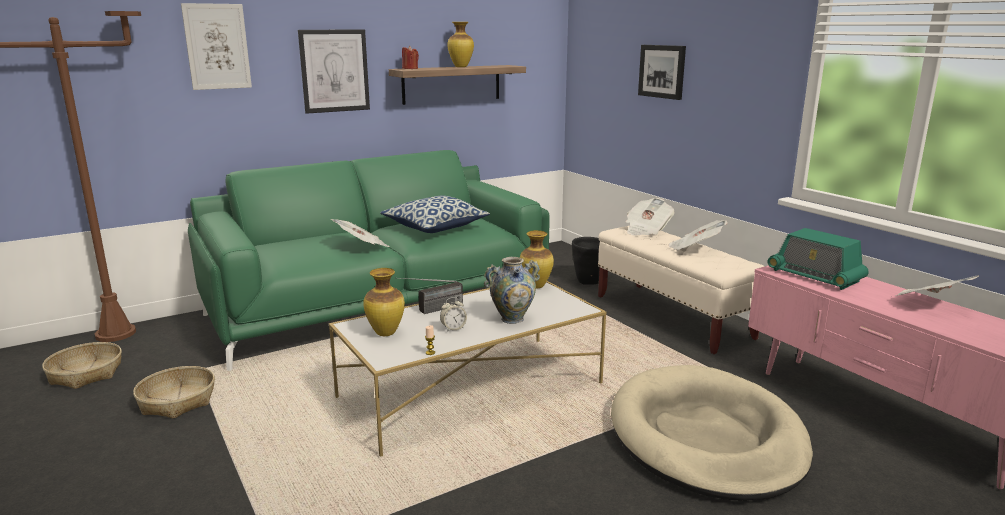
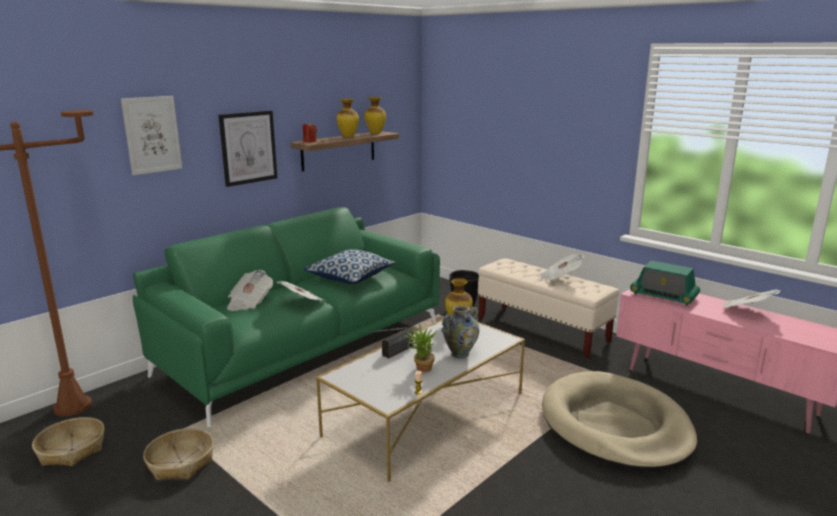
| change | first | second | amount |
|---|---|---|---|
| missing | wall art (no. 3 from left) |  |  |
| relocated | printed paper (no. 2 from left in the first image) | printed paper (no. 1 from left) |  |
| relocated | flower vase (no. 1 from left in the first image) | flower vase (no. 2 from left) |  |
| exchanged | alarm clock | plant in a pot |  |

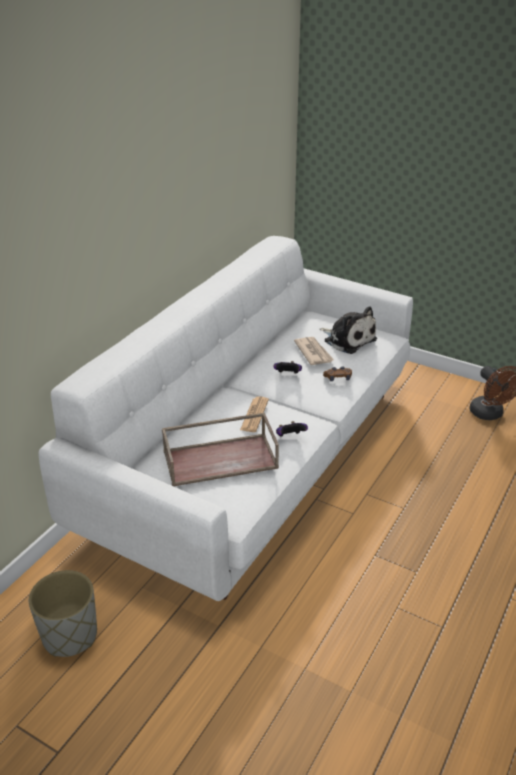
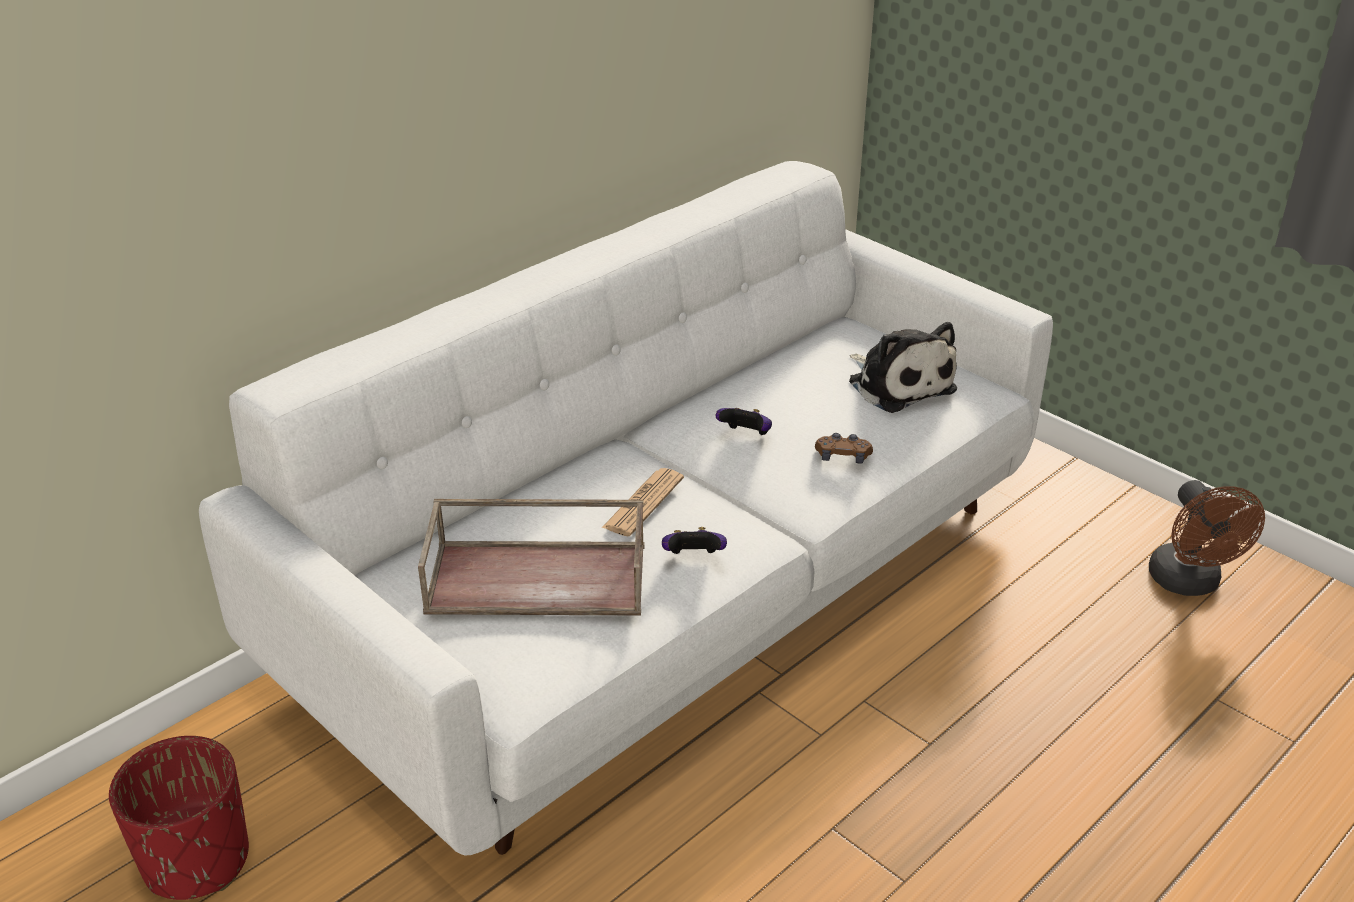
| change | first | second | amount |
|---|---|---|---|
| missing | printed paper (no. 2 from left) |  |  |
| colour | flower pot (grey) | flower pot (red) |  |

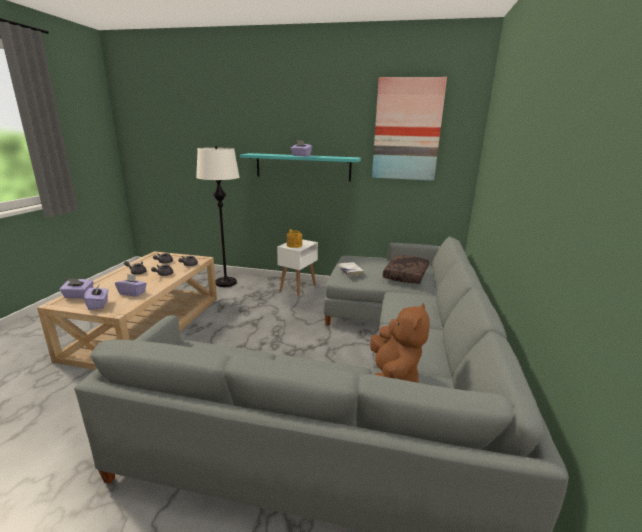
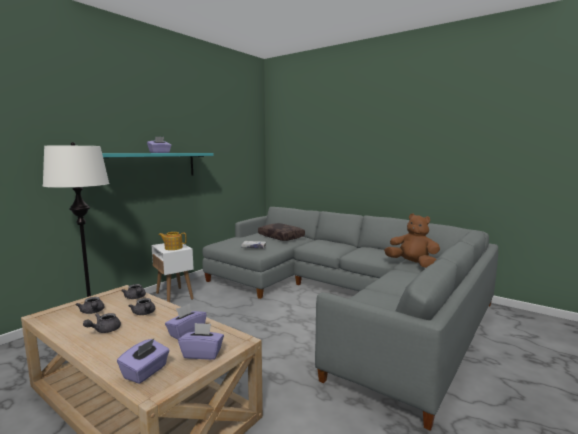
| change | first | second | amount |
|---|---|---|---|
| missing | wall art |  |  |

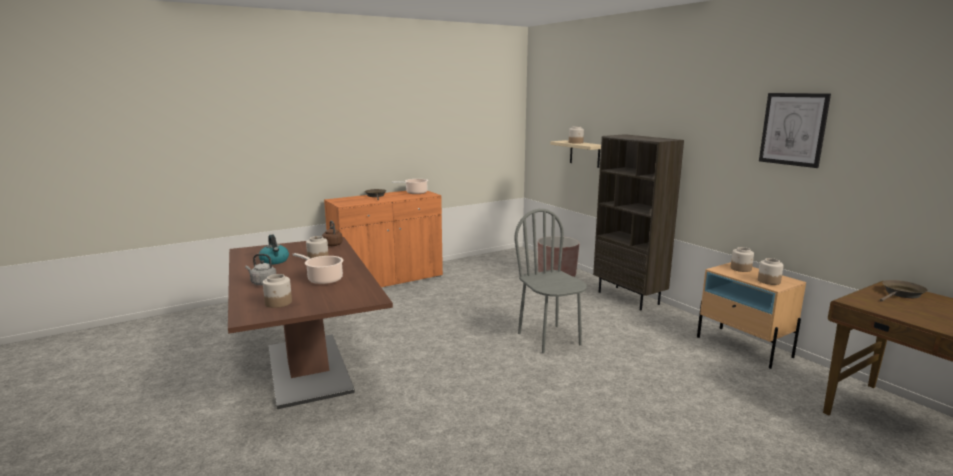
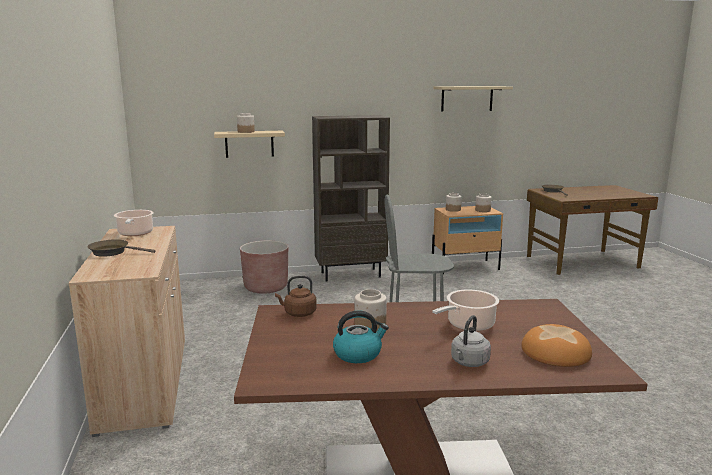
| change | first | second | amount |
|---|---|---|---|
| exchanged | wall art | bracket shelf (sand-coloured) (no. 2 from left) |  |
| colour | cupboard (orange-coloured) | cupboard (sand-coloured) |  |
| exchanged | storage jar (no. 1 from left) | bread |  |

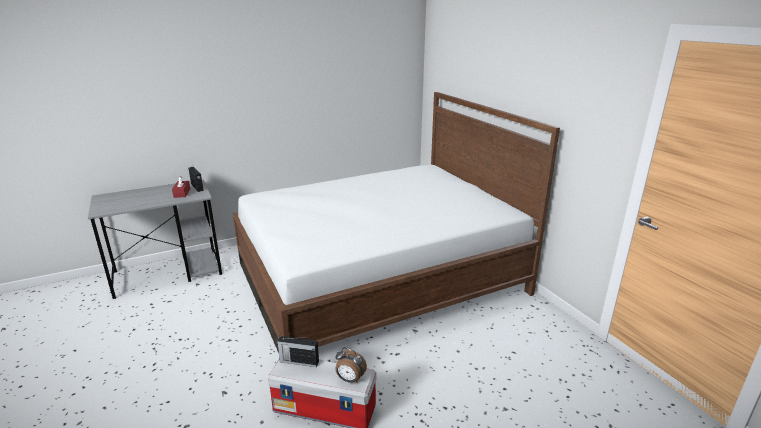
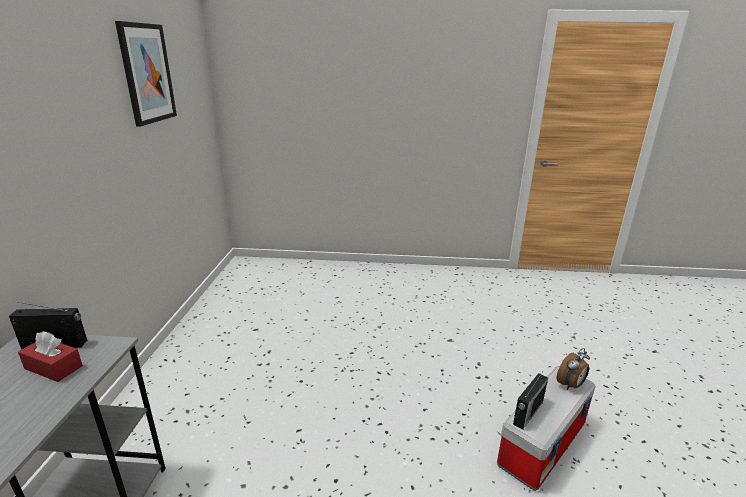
| change | first | second | amount |
|---|---|---|---|
| missing | sleeping bed |  |  |
| appeared |  | wall art |  |

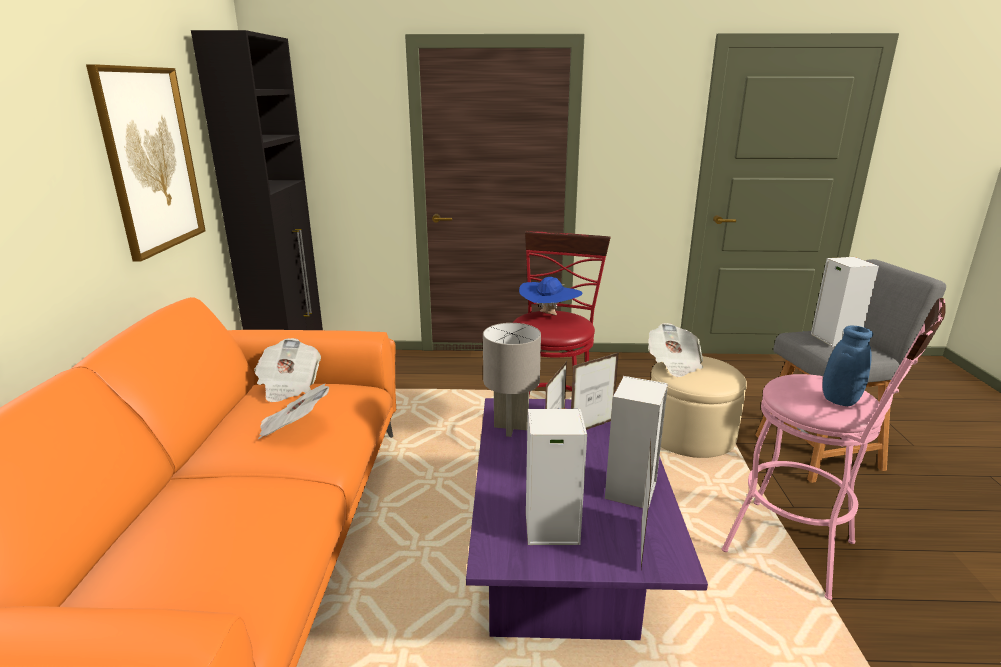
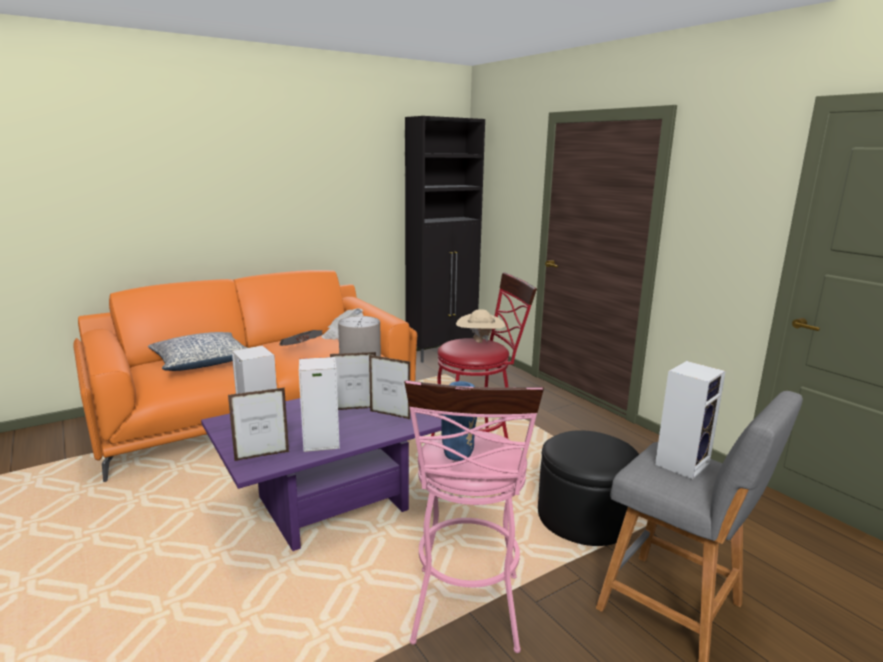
| change | first | second | amount |
|---|---|---|---|
| missing | wall art |  |  |
| colour | clothing hat (bluish) | clothing hat (sand-coloured) |  |
| missing | printed paper (no. 3 from left) |  |  |
| colour | pouffe (sand-coloured) | pouffe (black-coloured) |  |
| appeared |  | pillow |  |

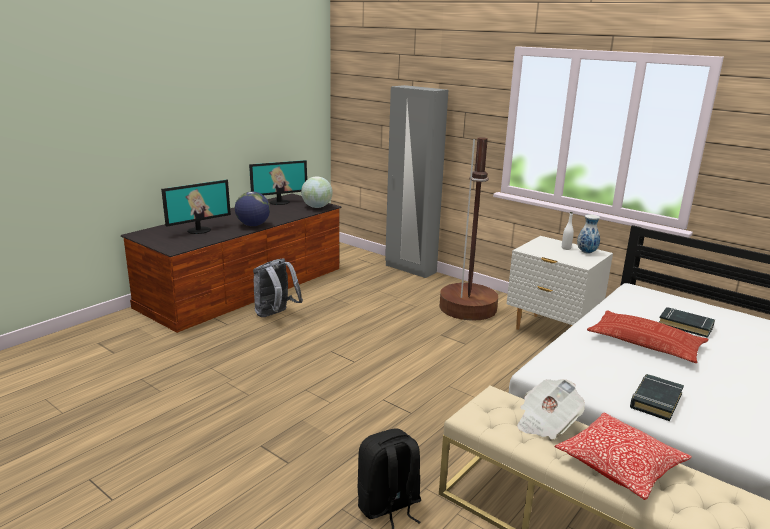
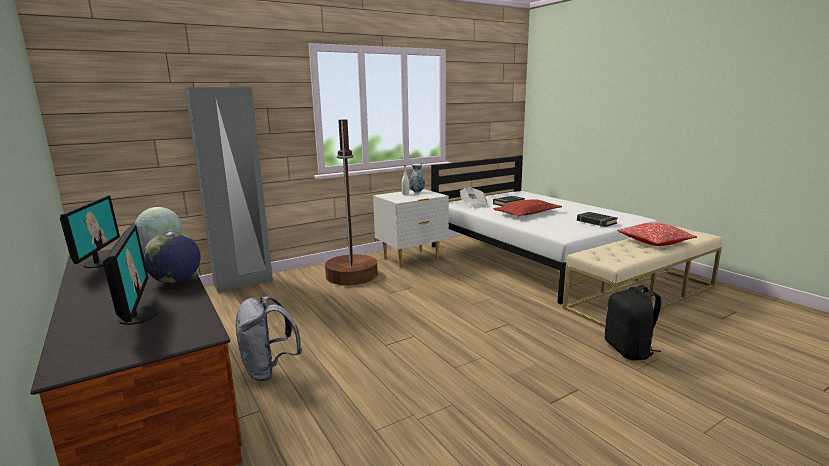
| change | first | second | amount |
|---|---|---|---|
| relocated | printed paper |  |  |

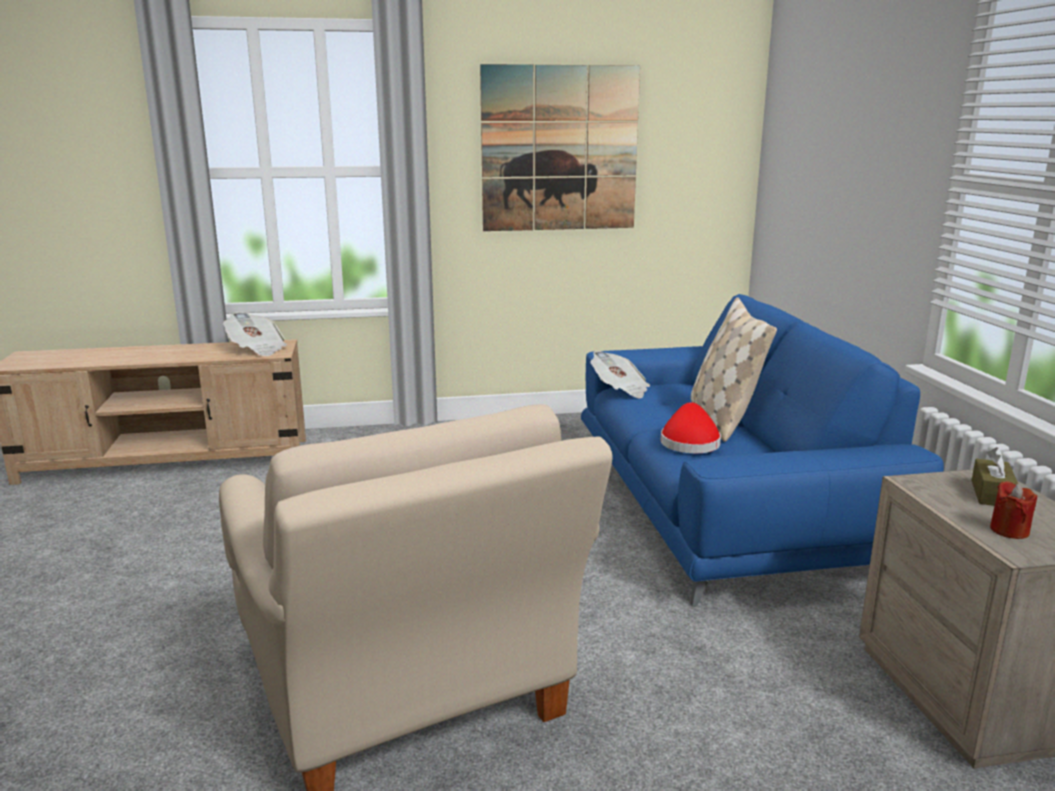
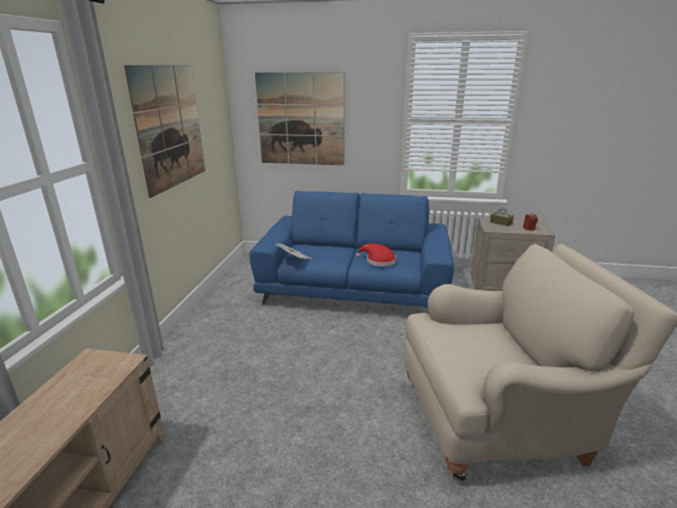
| change | first | second | amount |
|---|---|---|---|
| missing | pillow (sand-coloured) |  |  |
| missing | printed paper (no. 1 from left) |  |  |
| appeared |  | wall art (no. 2 from left) |  |

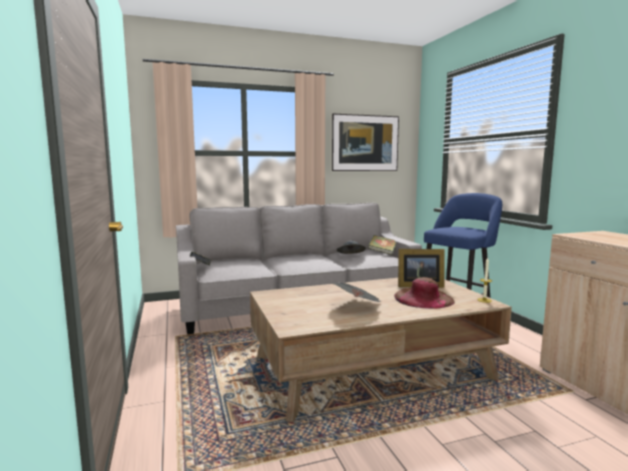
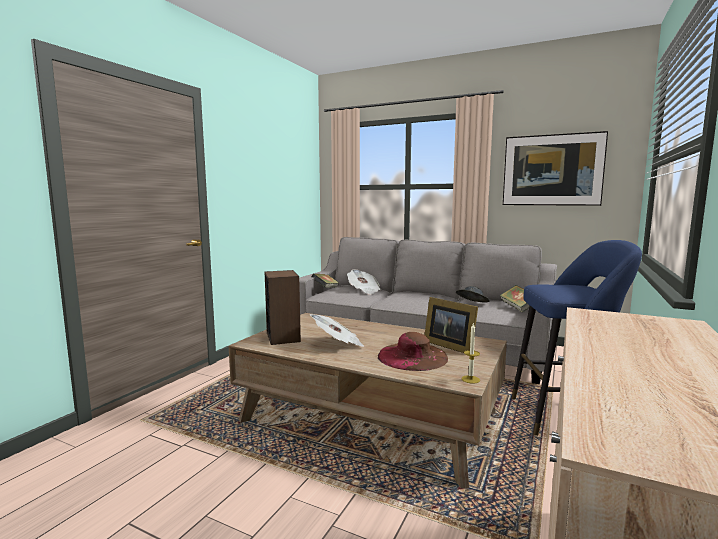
| change | first | second | amount |
|---|---|---|---|
| appeared |  | printed paper (no. 2 from left) |  |
| appeared |  | speaker |  |

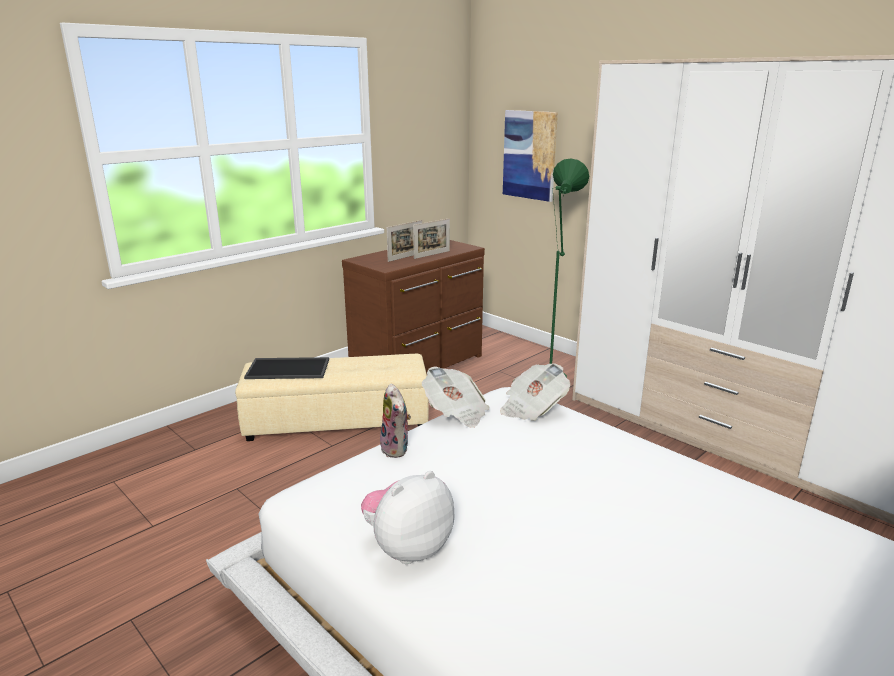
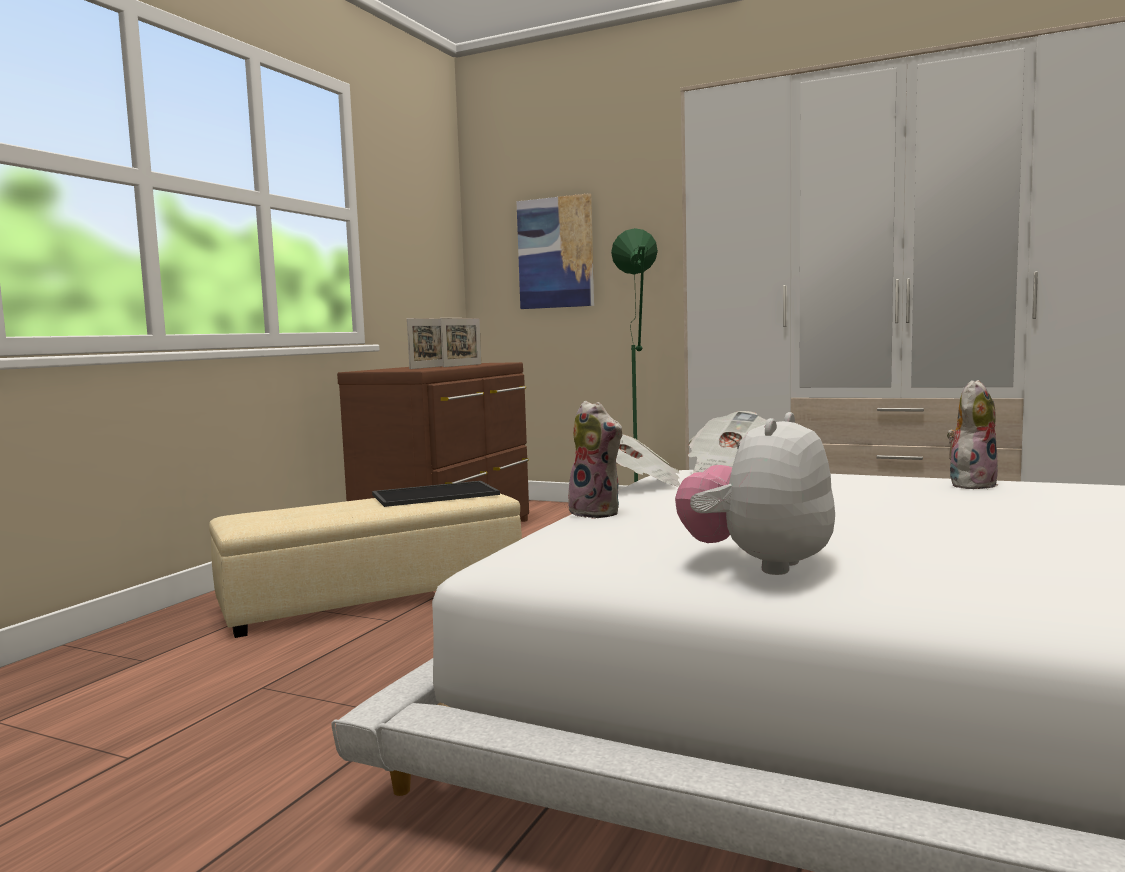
| change | first | second | amount |
|---|---|---|---|
| relocated | tray |  |  |
| appeared |  | cuddly toy (no. 3 from left) |  |

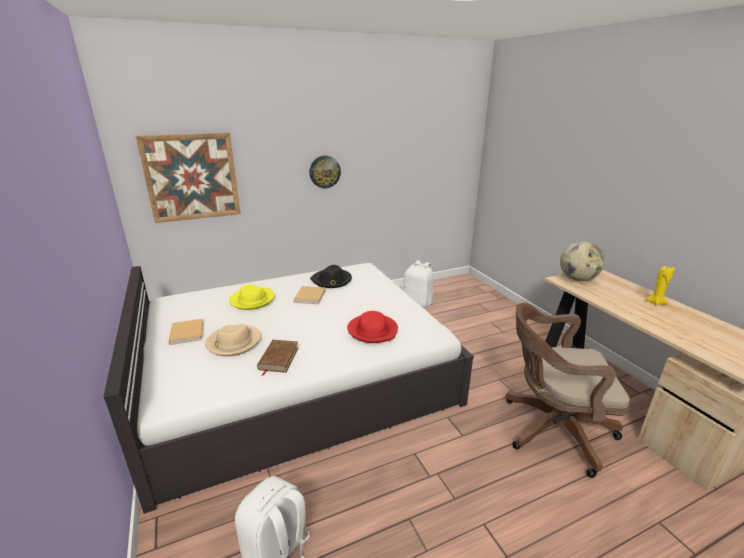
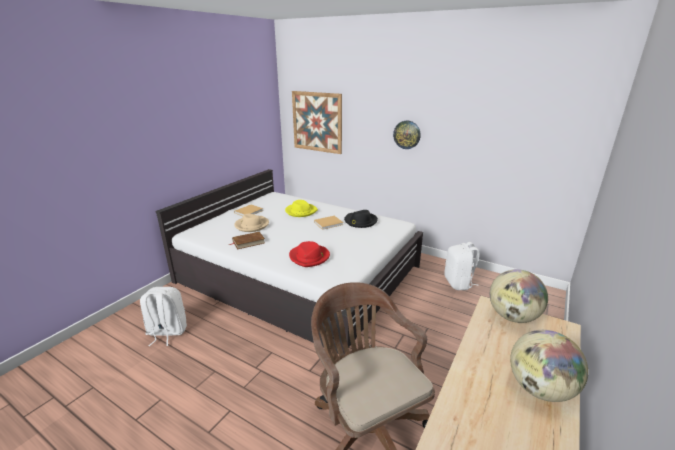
| change | first | second | amount |
|---|---|---|---|
| exchanged | wax light (yellow) | globe (no. 2 from left) |  |

